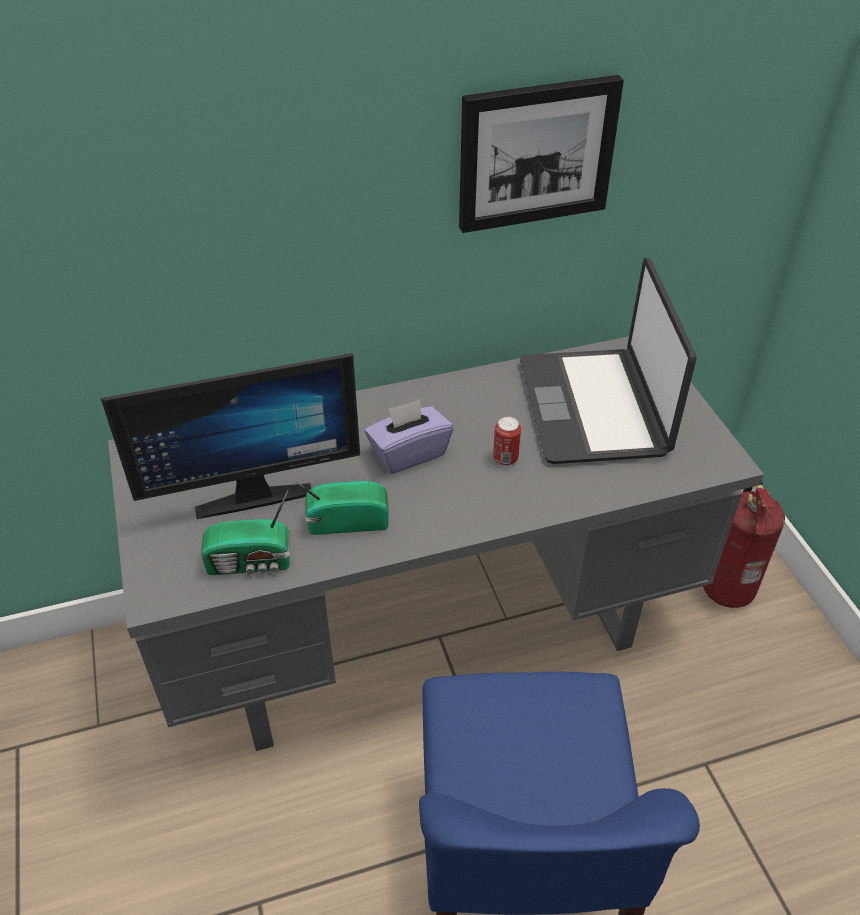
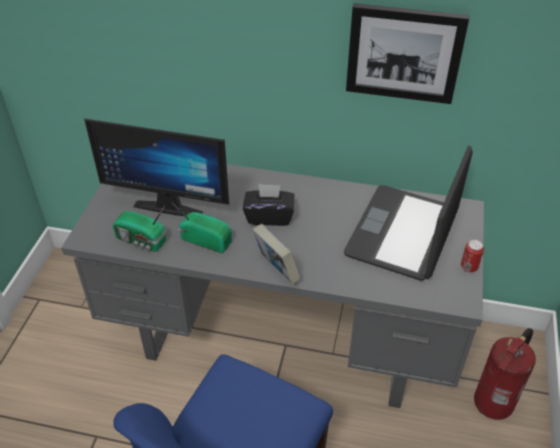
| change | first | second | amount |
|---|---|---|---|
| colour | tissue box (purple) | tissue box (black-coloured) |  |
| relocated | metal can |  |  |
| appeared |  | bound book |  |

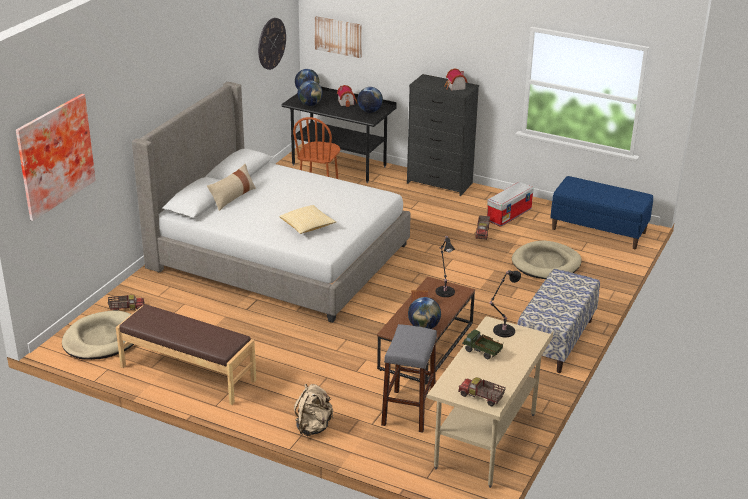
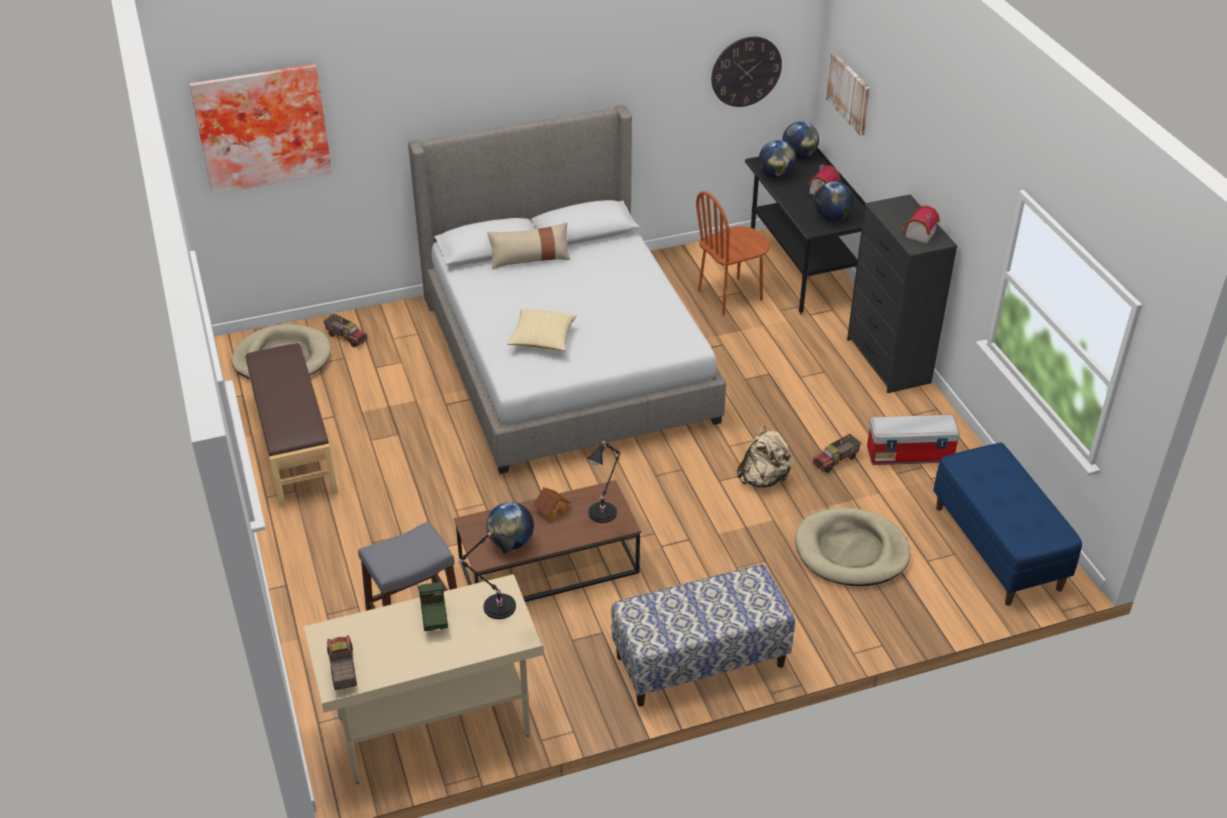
| change | first | second | amount |
|---|---|---|---|
| relocated | backpack (sand-coloured) |  |  |

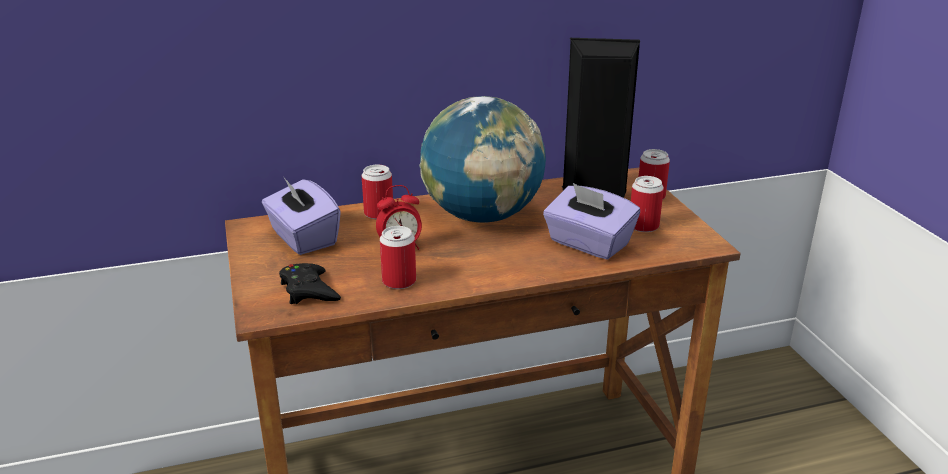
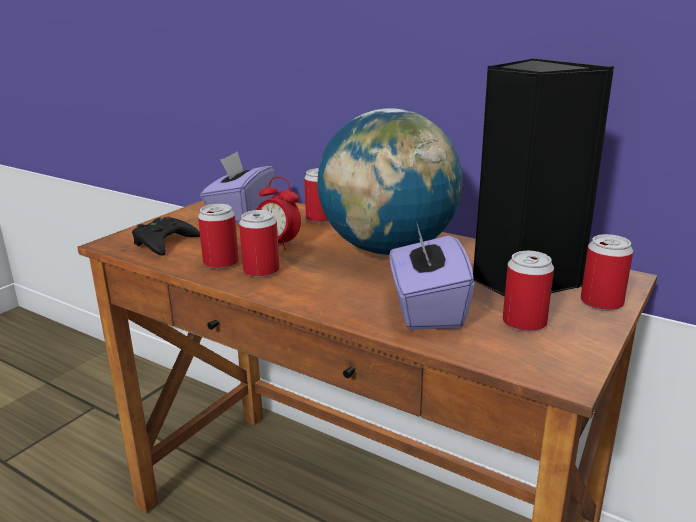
| change | first | second | amount |
|---|---|---|---|
| appeared |  | metal can (no. 2 from left) |  |

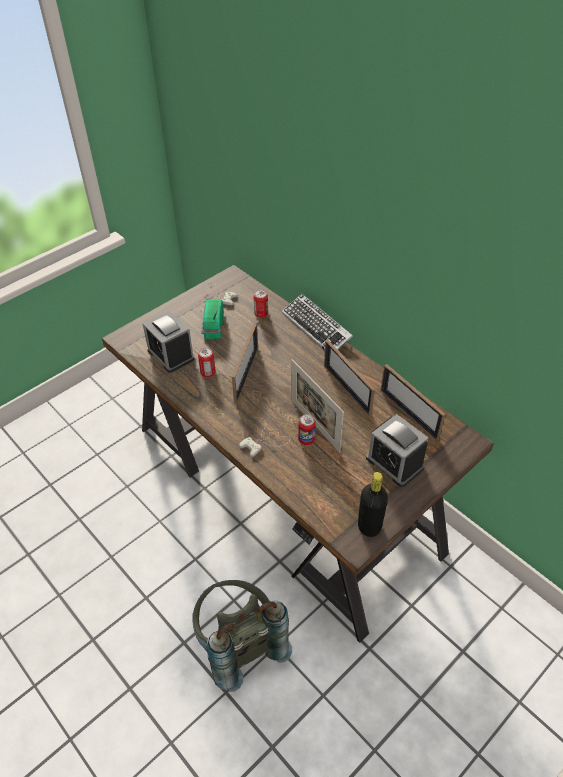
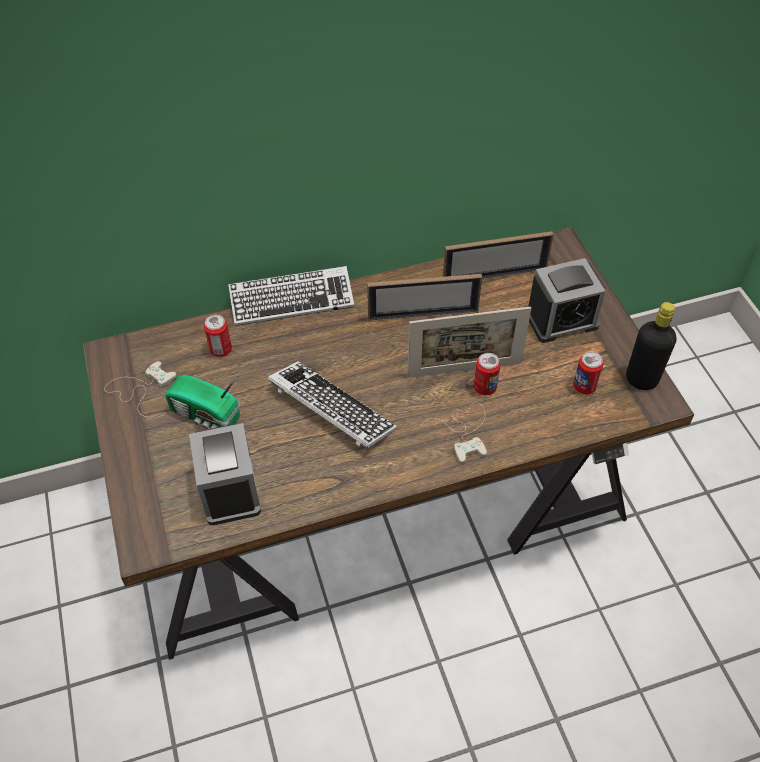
| change | first | second | amount |
|---|---|---|---|
| spun | alarm clock (no. 1 from left) |  | 90 degrees counterclockwise |
| exchanged | standing frame (no. 1 from left) | PC keyboard (no. 2 from left) |  |
| relocated | metal can (no. 1 from left in the first image) | metal can (no. 3 from left) |  |
| missing | backpack (grey) |  |  |

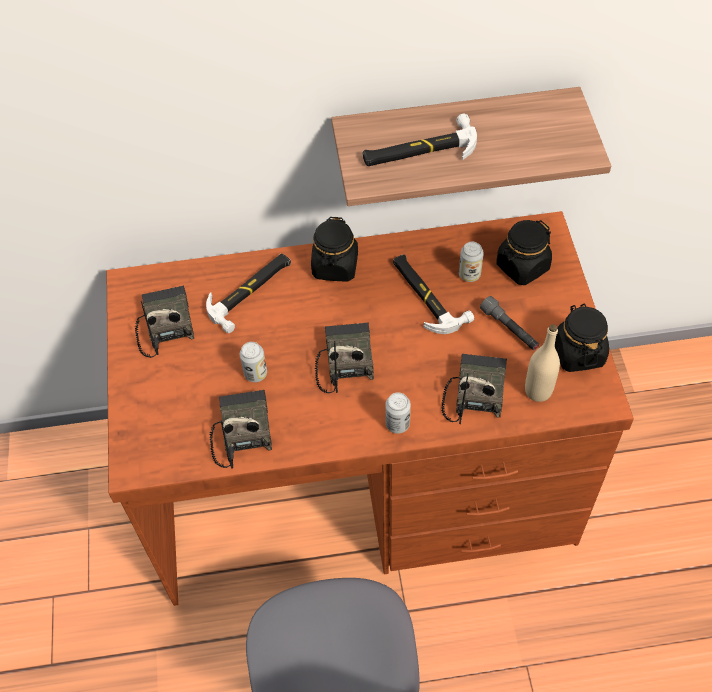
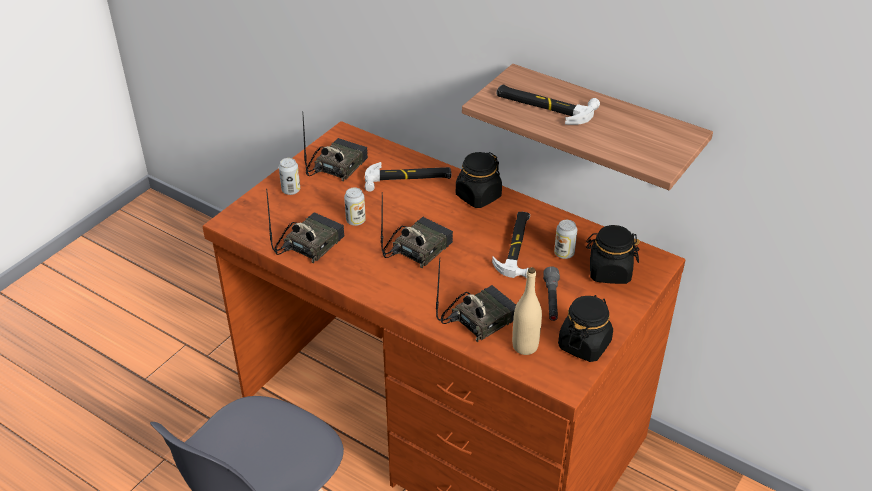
| change | first | second | amount |
|---|---|---|---|
| relocated | metal can (no. 2 from left in the first image) | metal can (no. 1 from left) |  |

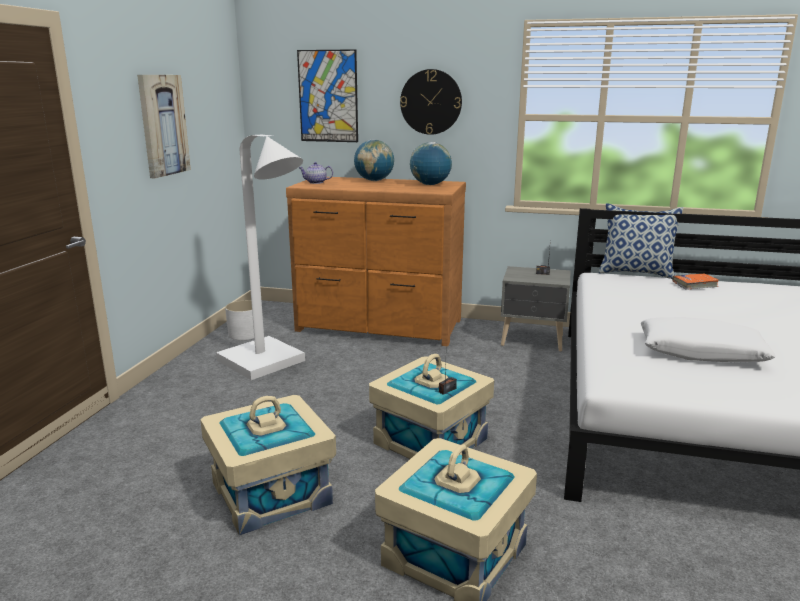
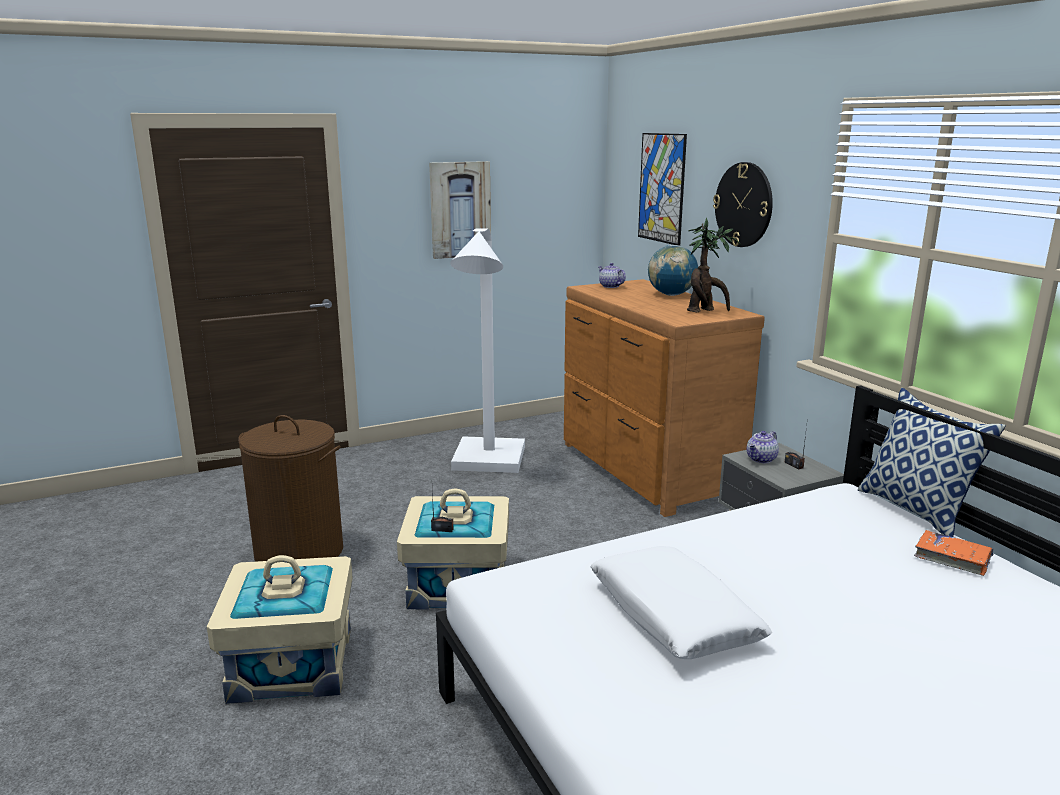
| change | first | second | amount |
|---|---|---|---|
| exchanged | globe (no. 2 from left) | plant in a pot |  |
| missing | flower pot (white-coloured) |  |  |
| exchanged | storage bin (sand-coloured) (no. 1 from left) | laundry basket (brownish) |  |
| appeared |  | pot for tea (no. 2 from left) |  |

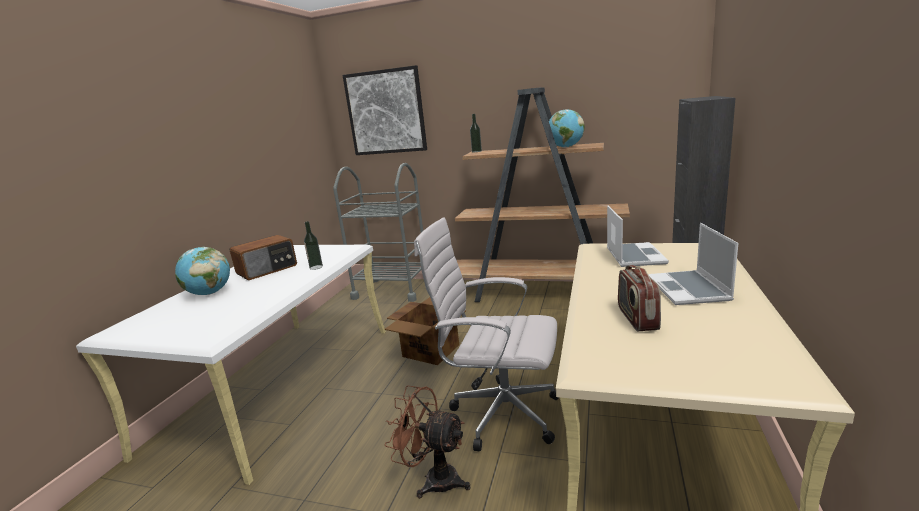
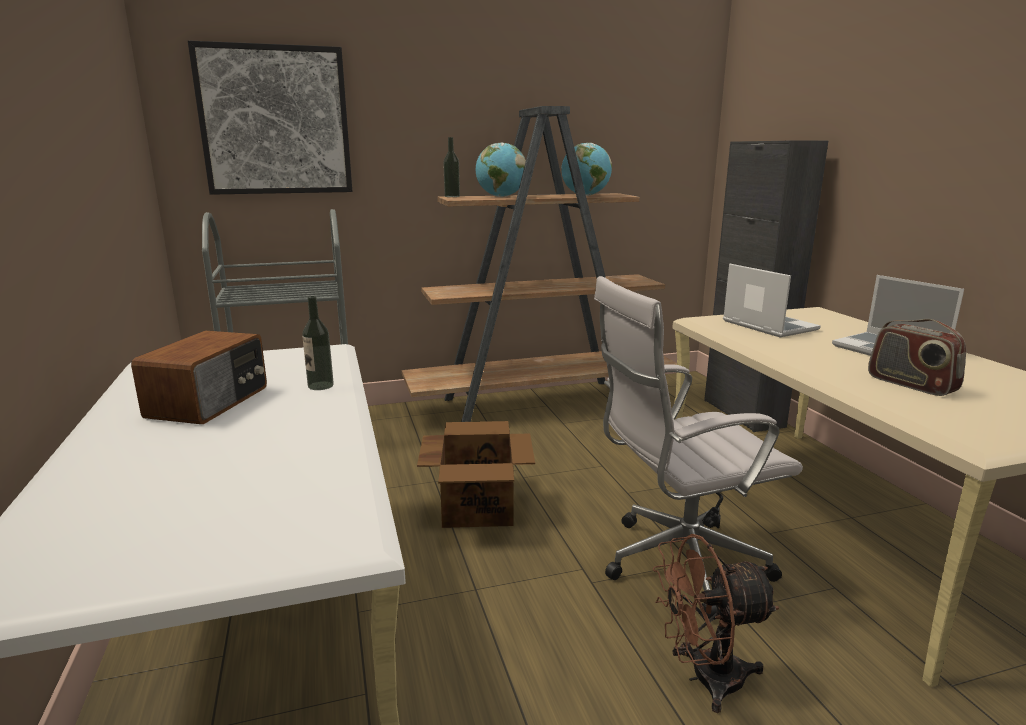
| change | first | second | amount |
|---|---|---|---|
| relocated | globe (no. 1 from left) |  |  |

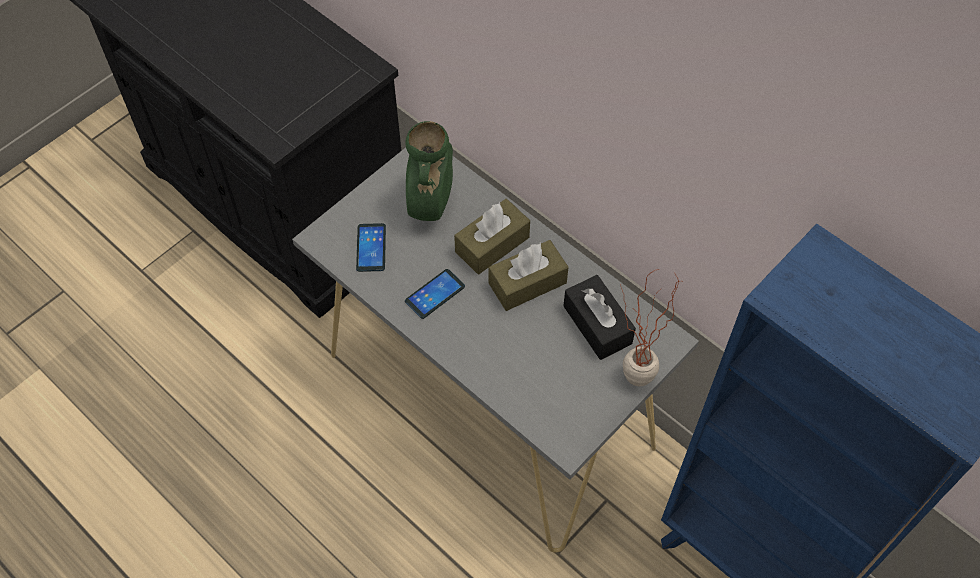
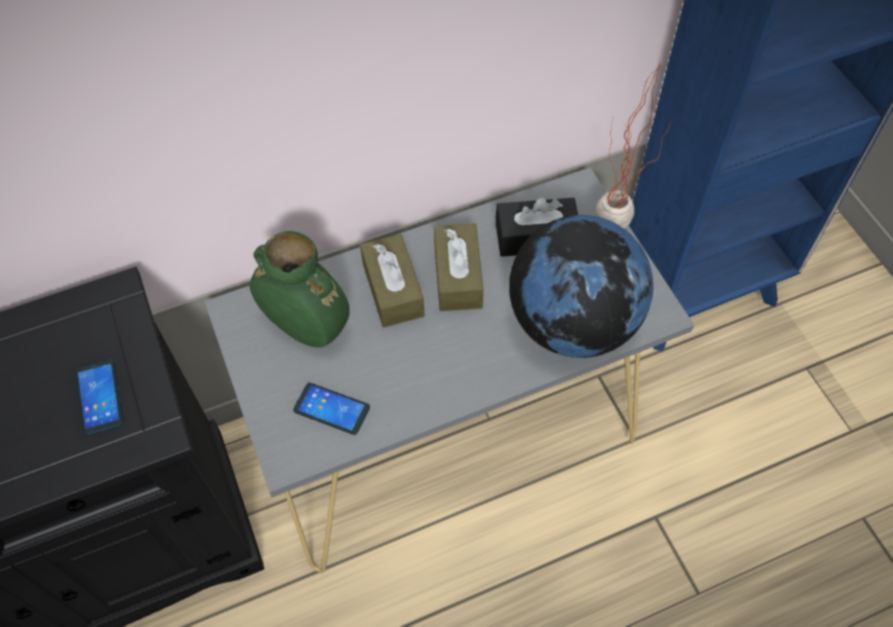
| change | first | second | amount |
|---|---|---|---|
| relocated | handset (no. 2 from left in the first image) | handset (no. 1 from left) |  |
| appeared |  | globe |  |

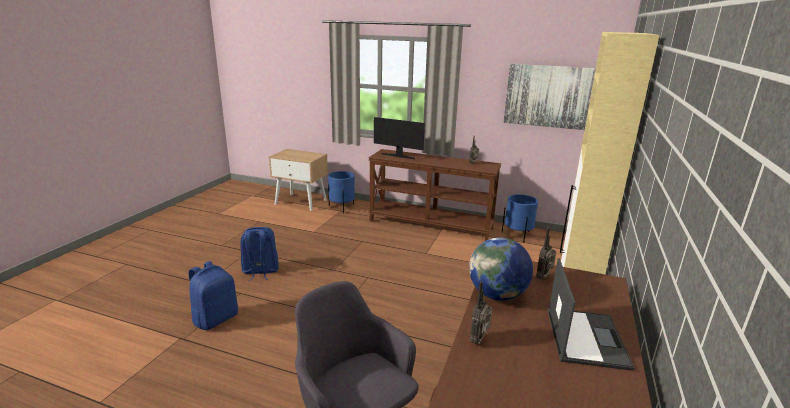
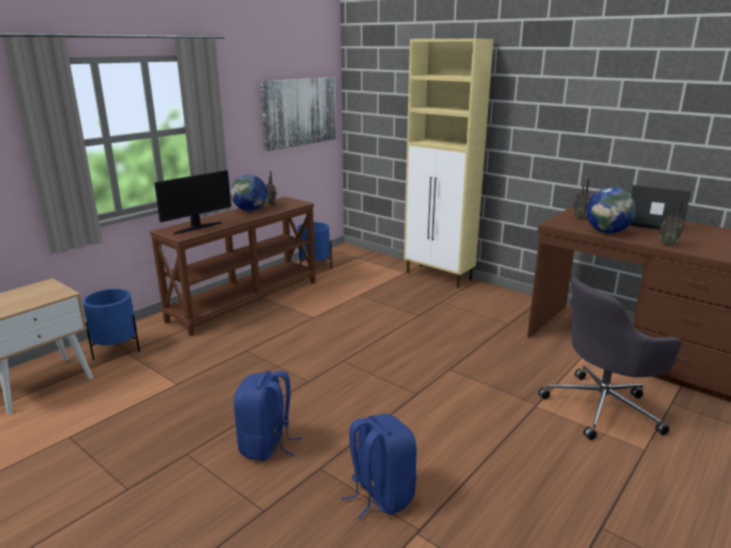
| change | first | second | amount |
|---|---|---|---|
| appeared |  | globe (no. 1 from left) |  |

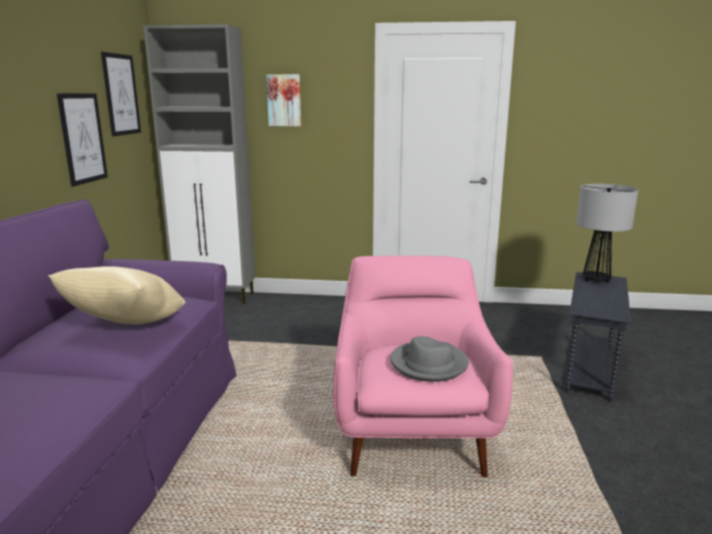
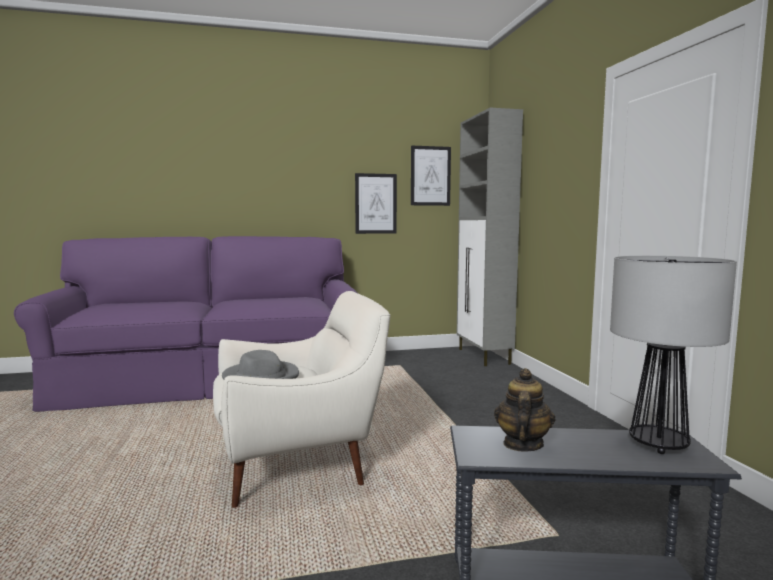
| change | first | second | amount |
|---|---|---|---|
| missing | wall art (no. 3 from left) |  |  |
| colour | lounge chair (pink) | lounge chair (white-coloured) |  |
| missing | pillow (sand-coloured) |  |  |
| appeared |  | pot for tea |  |

